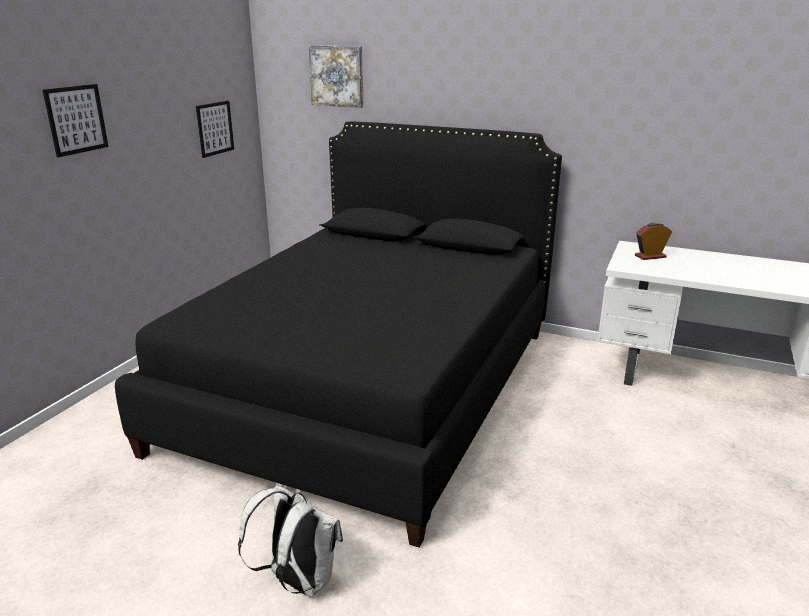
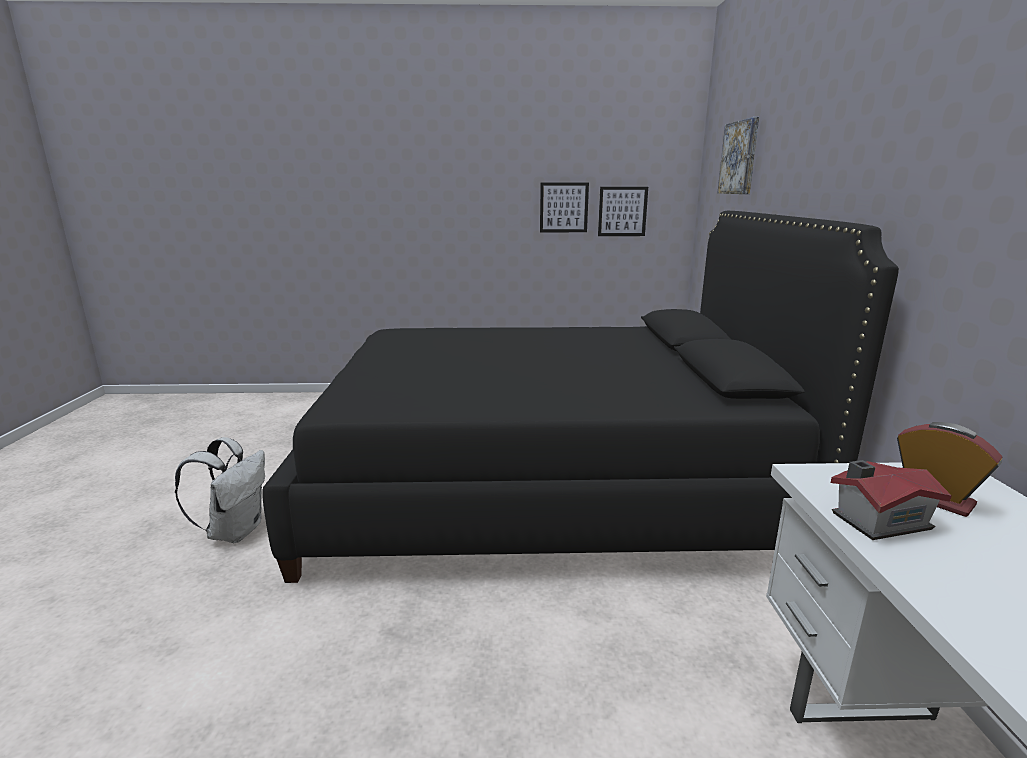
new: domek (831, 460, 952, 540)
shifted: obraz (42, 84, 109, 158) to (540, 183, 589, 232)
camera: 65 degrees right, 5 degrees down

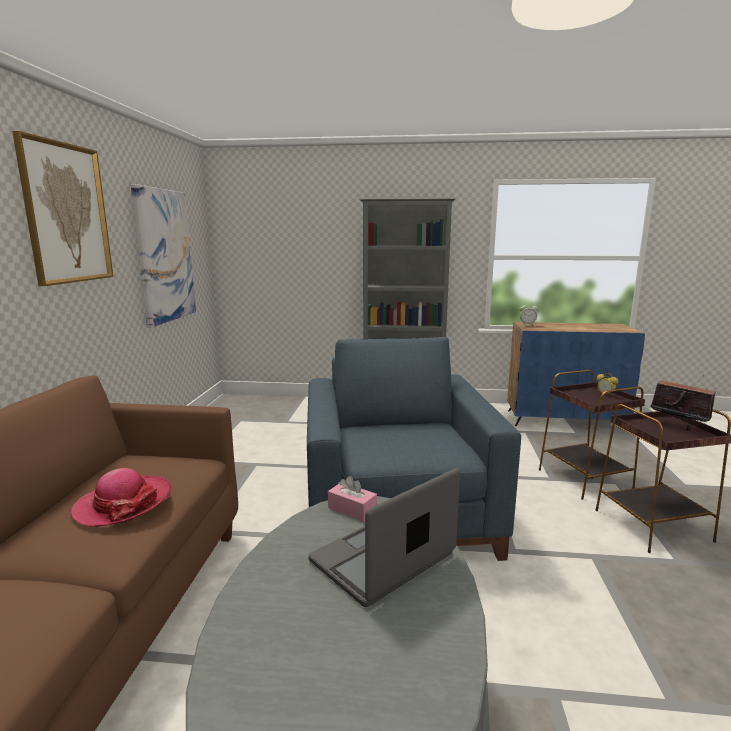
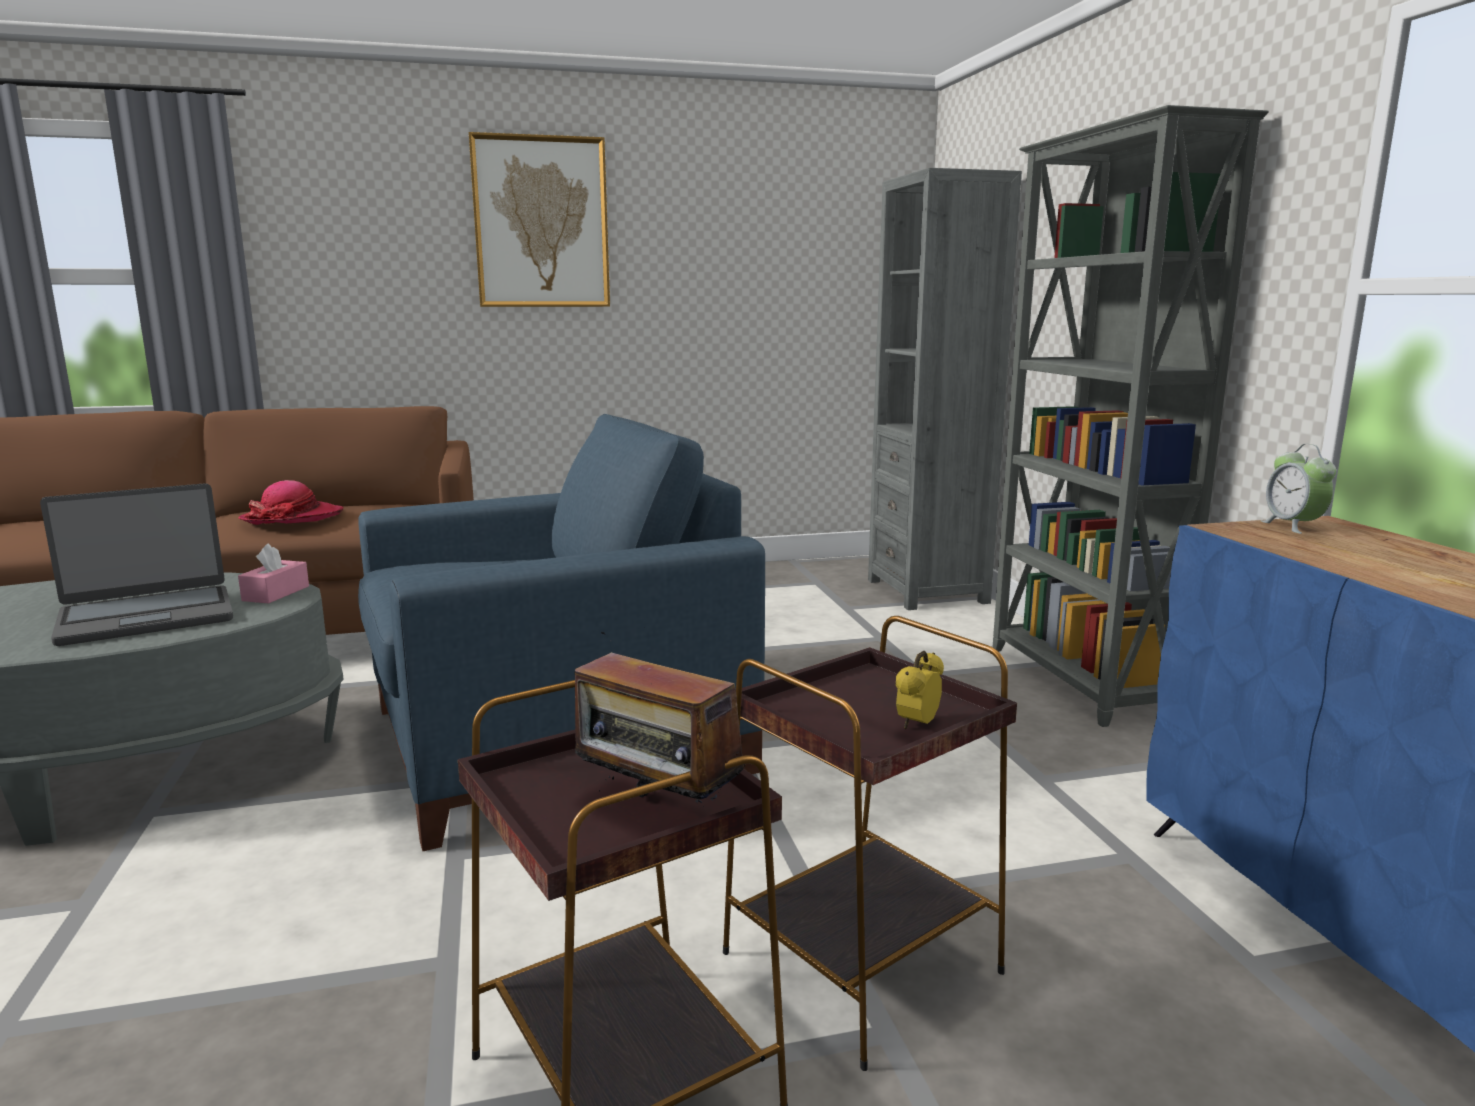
gone: obraz (131, 184, 196, 328)
new: regał [szary] (868, 168, 1022, 610)
rotated: laptop (308, 468, 460, 607) = (40, 483, 233, 646) 120 degrees clockwise; radio (651, 381, 716, 430) = (560, 632, 745, 807) 105 degrees clockwise
camera: 70 degrees right, 0 degrees up

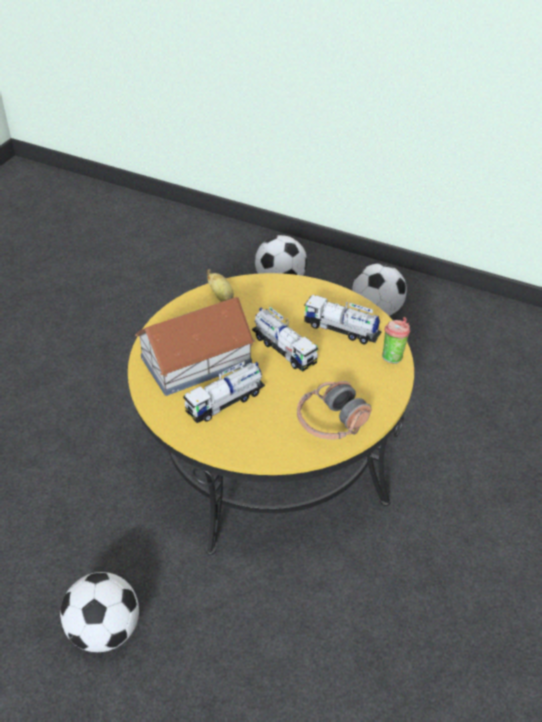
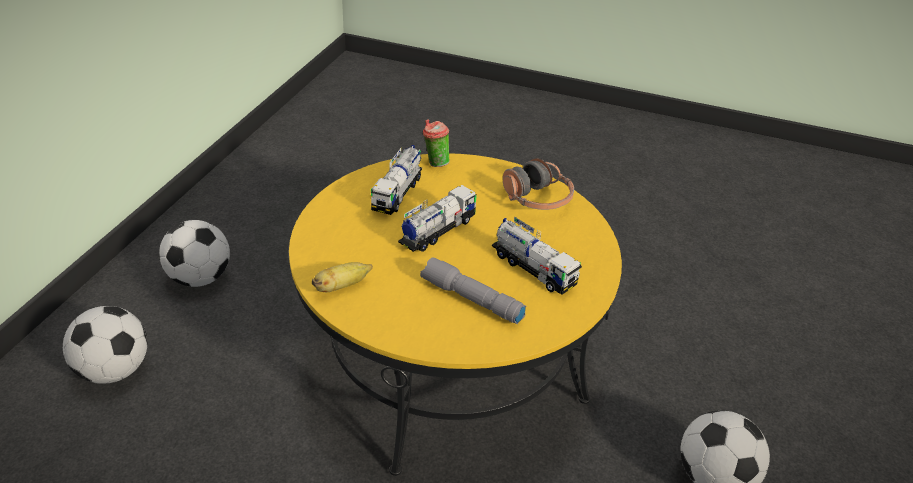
swapped: domek (135, 297, 255, 396) to latarka [szary] (420, 257, 527, 324)
camera: 100 degrees left, 5 degrees down

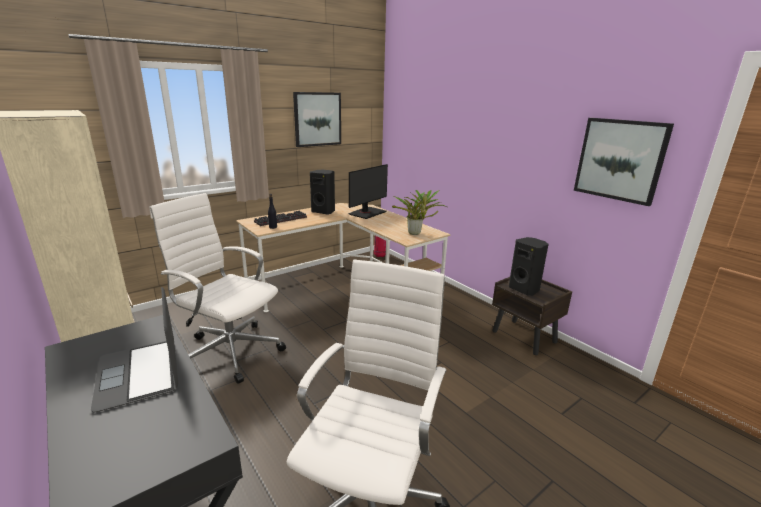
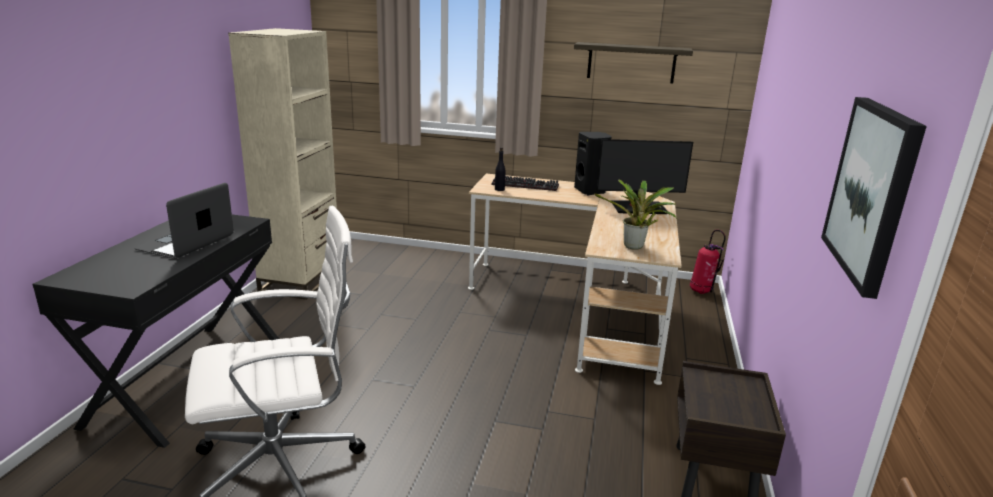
gone: krzesło biurowe [biały] (150, 193, 286, 384); głośnik [czarny] (509, 237, 549, 296)
swapped: obraz (293, 92, 341, 147) to półka (574, 42, 693, 83)
camera: 50 degrees right, 0 degrees up

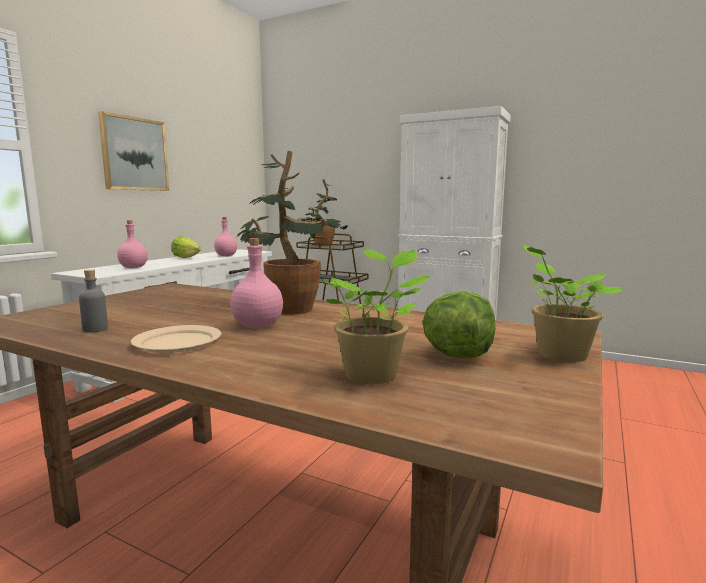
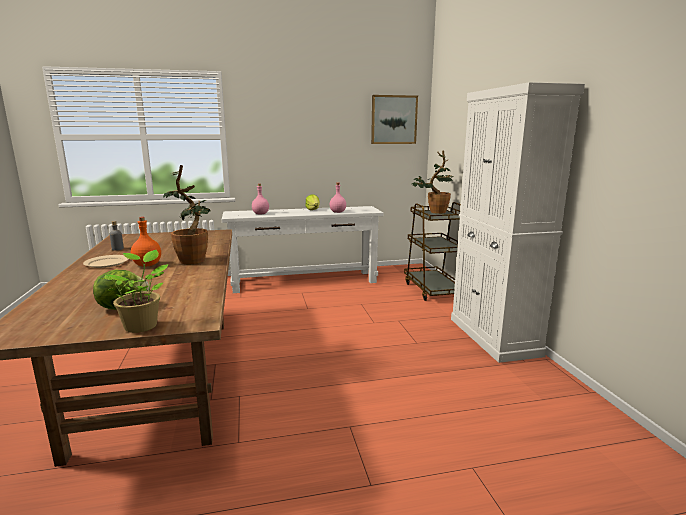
gone: roślina doniczkowa (320, 249, 430, 384)
shifted: obraz (98, 111, 169, 191) to (371, 95, 418, 144)
repainted: butelka [różowy] (230, 238, 283, 329) to butelka [pomarańczowy] (131, 217, 161, 266)
camera: 50 degrees right, 5 degrees up

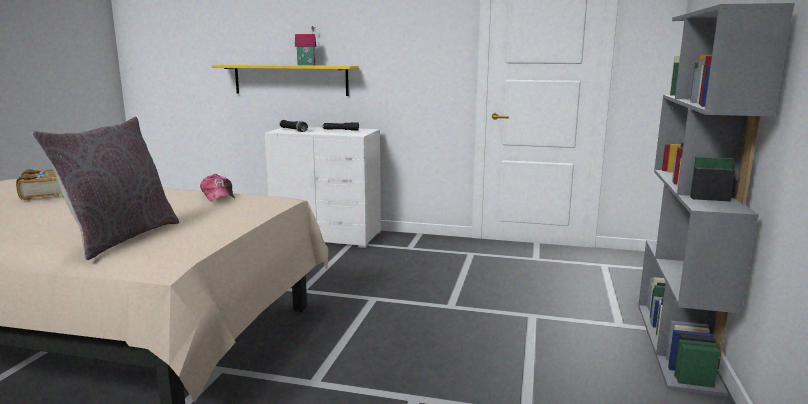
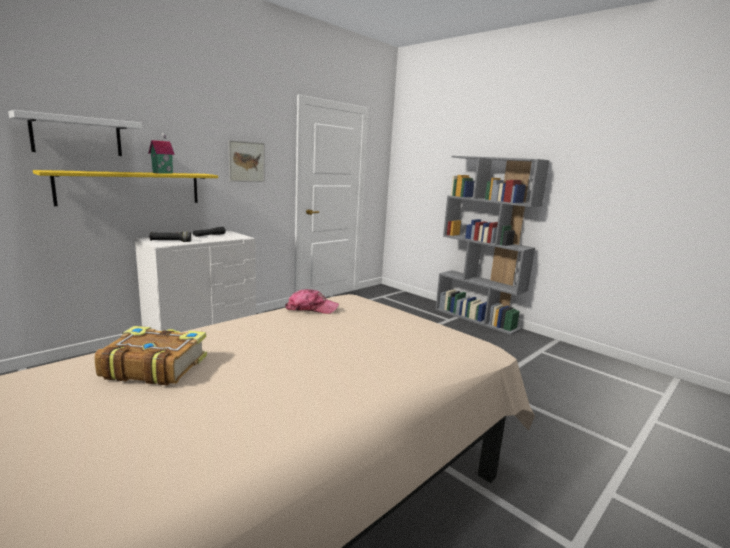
gone: poduszka [szary] (32, 117, 179, 260)
new: półka [biały] (8, 110, 142, 156); obraz (228, 140, 265, 182)
camera: 60 degrees left, 0 degrees up

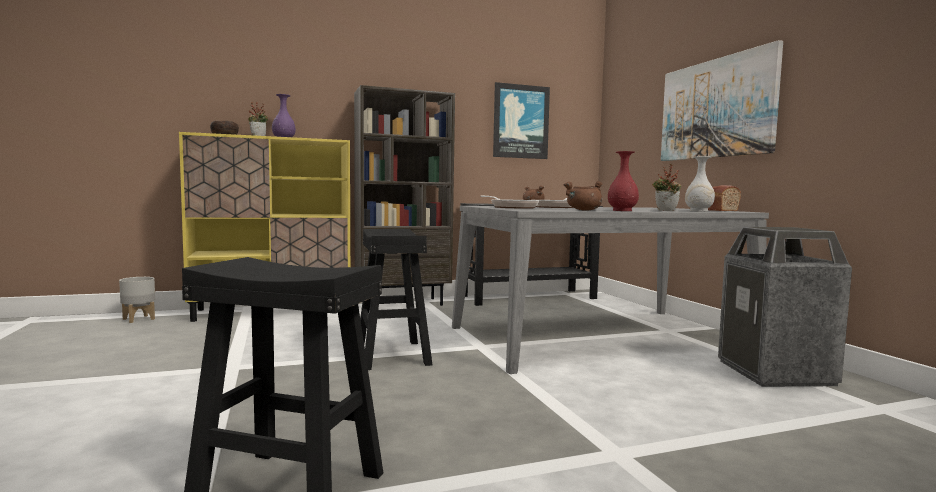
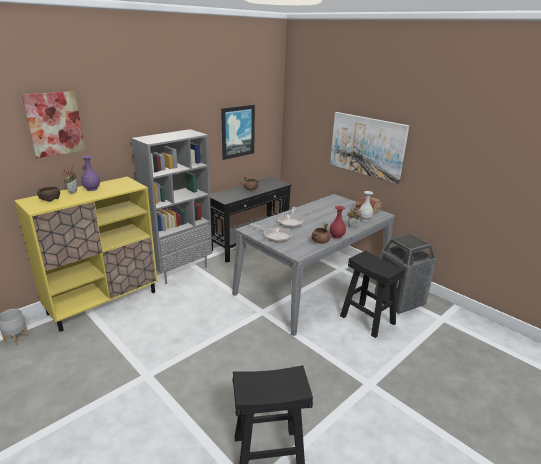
new: obraz (22, 91, 85, 158)
shifted: stołek [czarny] (360, 229, 432, 370) to (340, 251, 406, 338)
repainted: regał [brązowy] (354, 85, 455, 310) to regał [szary] (131, 129, 212, 284)
camera: 25 degrees left, 20 degrees up

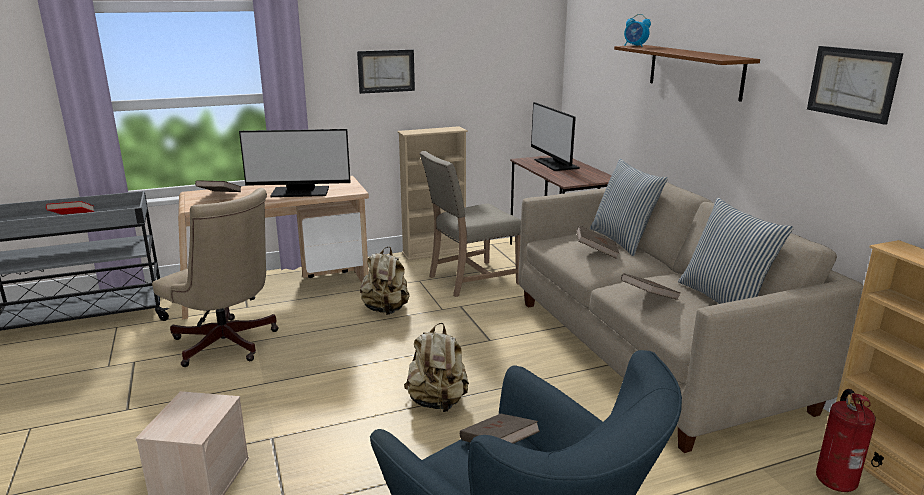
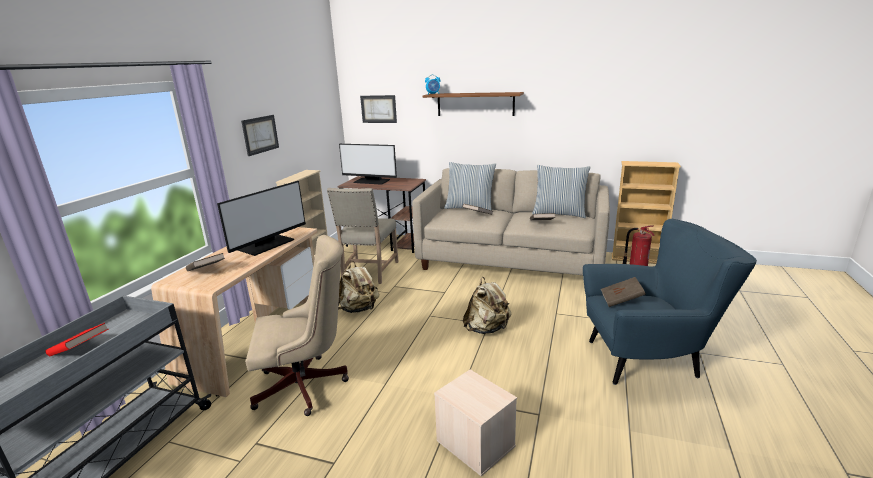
shifted: obraz (807, 46, 903, 125) to (360, 95, 397, 123)
camera: 50 degrees left, 0 degrees up

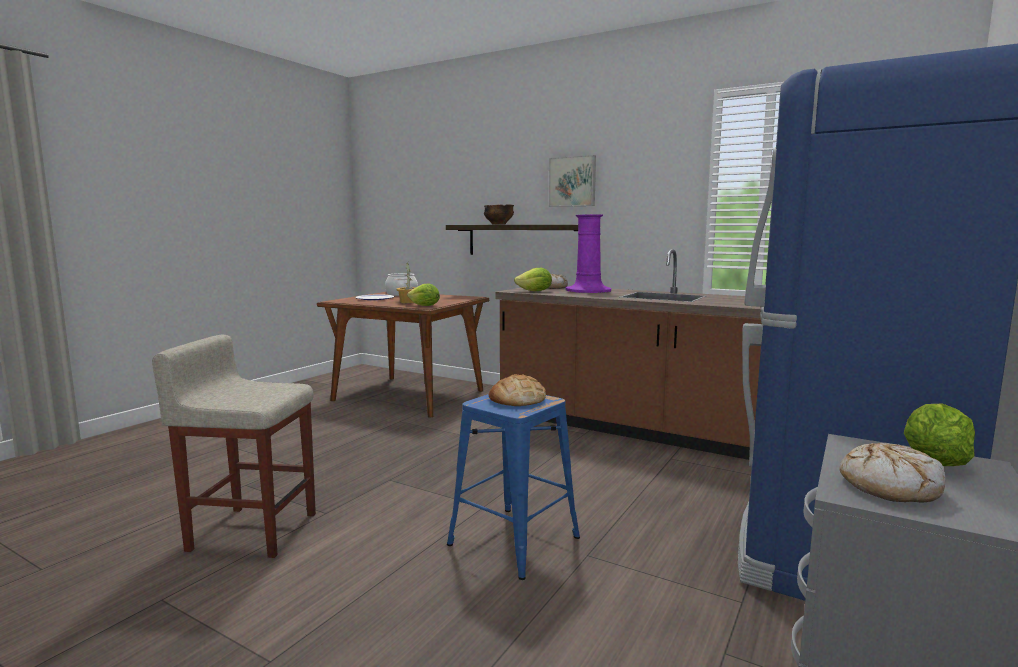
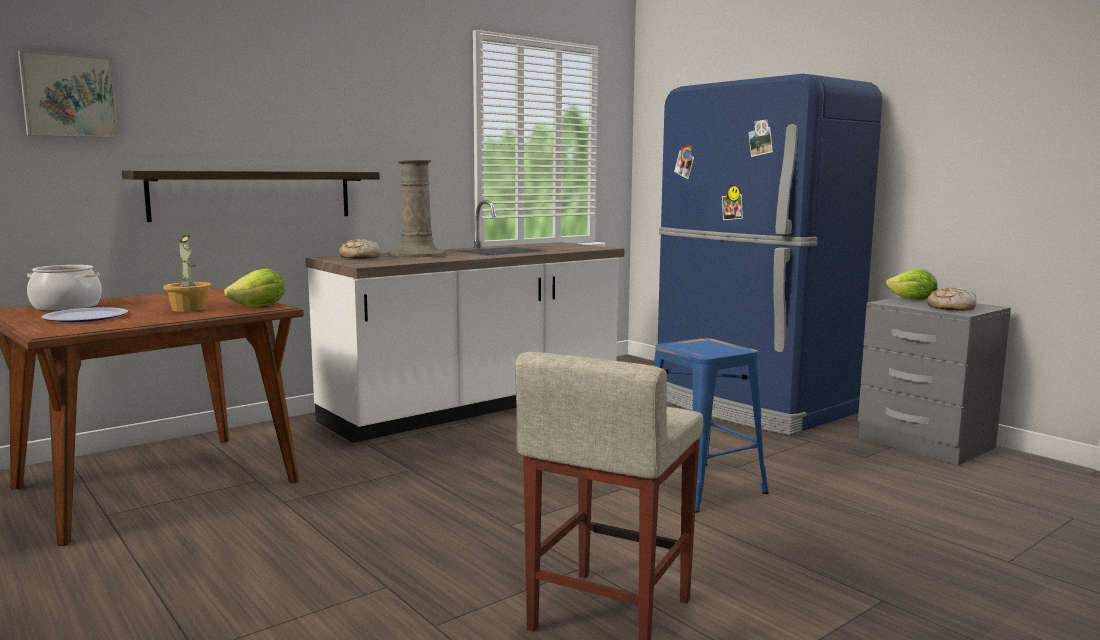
gone: miska (484, 204, 514, 225); chleb (489, 374, 546, 406); sałata (514, 268, 552, 291)
shifted: obraz (549, 155, 596, 207) to (18, 50, 119, 138)
repainted: zabudowa kuchenna [brązowy] (495, 249, 762, 460) to zabudowa kuchenna [biały] (305, 200, 624, 443); wazon [fioletowy] (566, 214, 611, 293) to wazon [beżowy] (388, 160, 446, 257)
camera: 70 degrees left, 0 degrees up

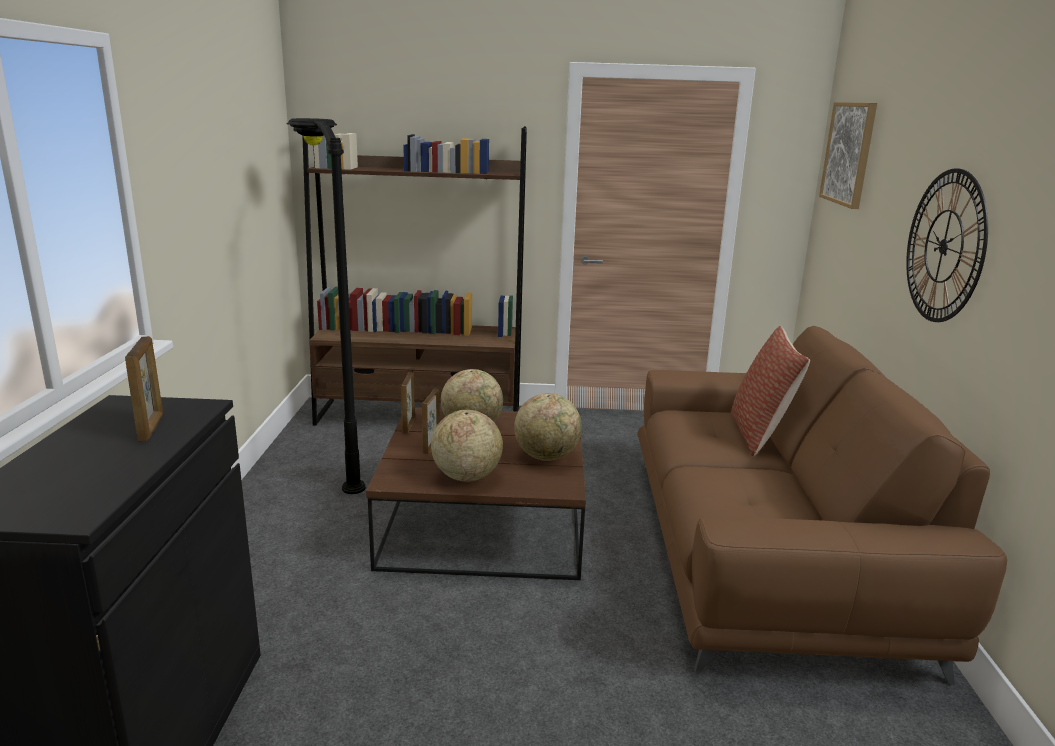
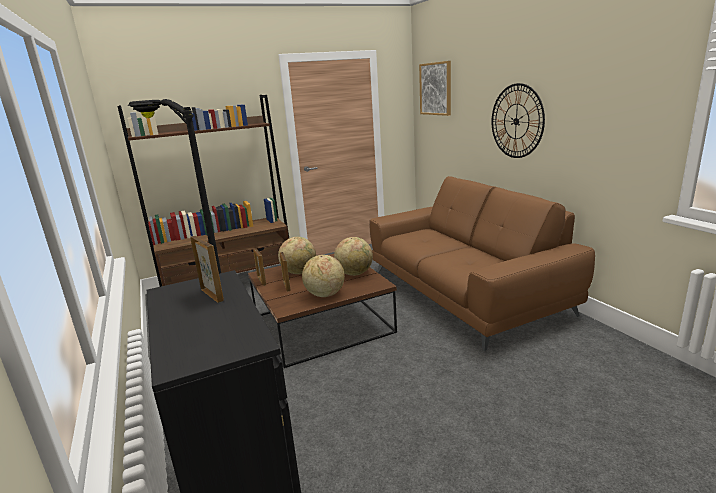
gone: poduszka (731, 326, 810, 456)
camera: 25 degrees left, 0 degrees up

